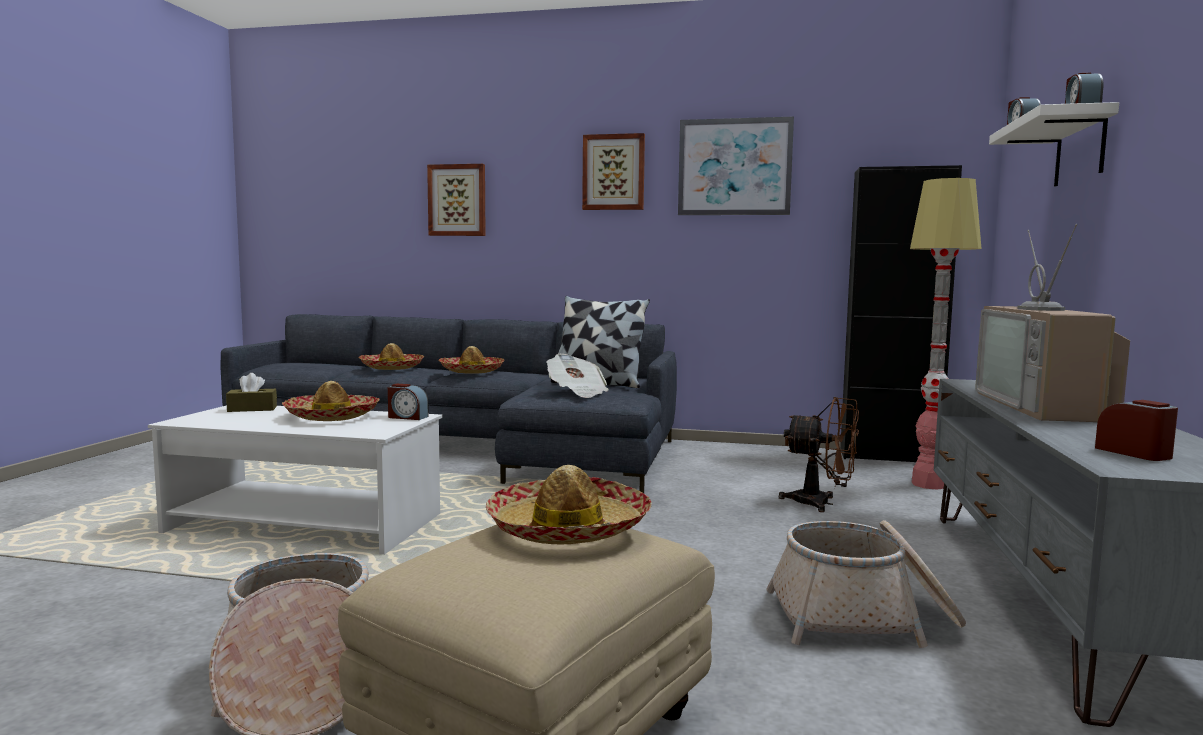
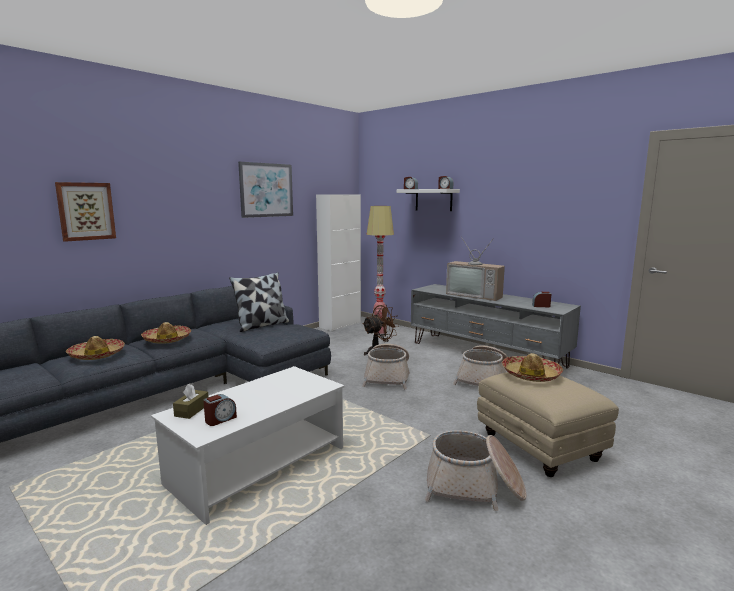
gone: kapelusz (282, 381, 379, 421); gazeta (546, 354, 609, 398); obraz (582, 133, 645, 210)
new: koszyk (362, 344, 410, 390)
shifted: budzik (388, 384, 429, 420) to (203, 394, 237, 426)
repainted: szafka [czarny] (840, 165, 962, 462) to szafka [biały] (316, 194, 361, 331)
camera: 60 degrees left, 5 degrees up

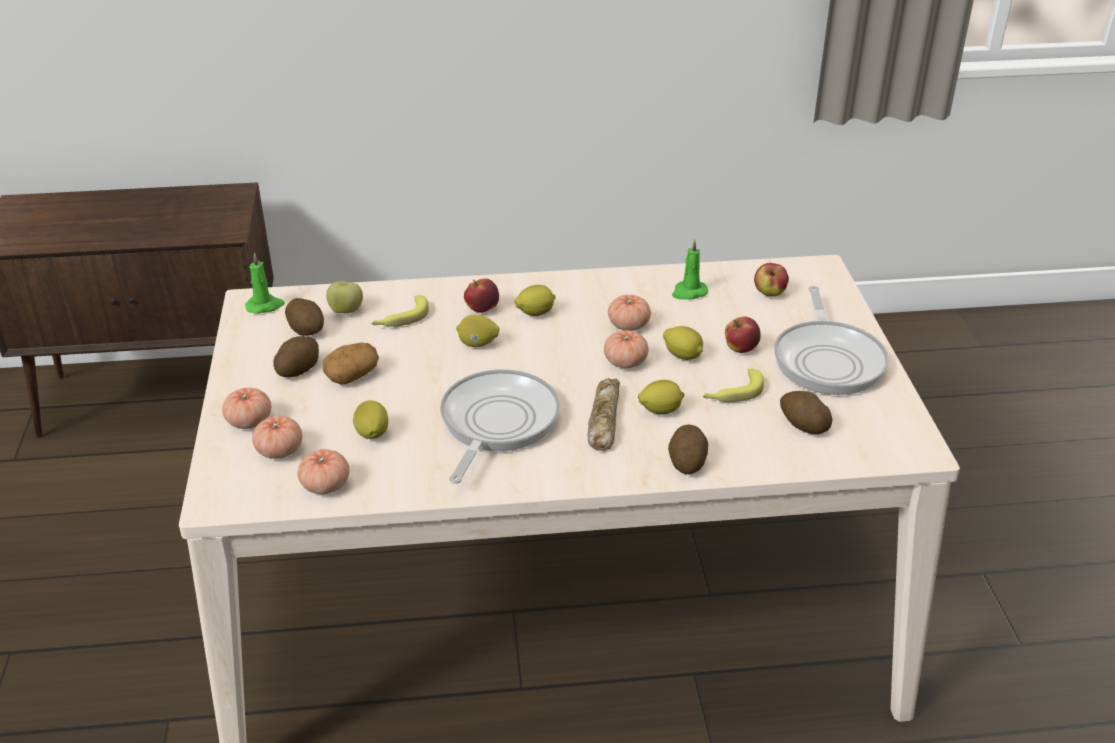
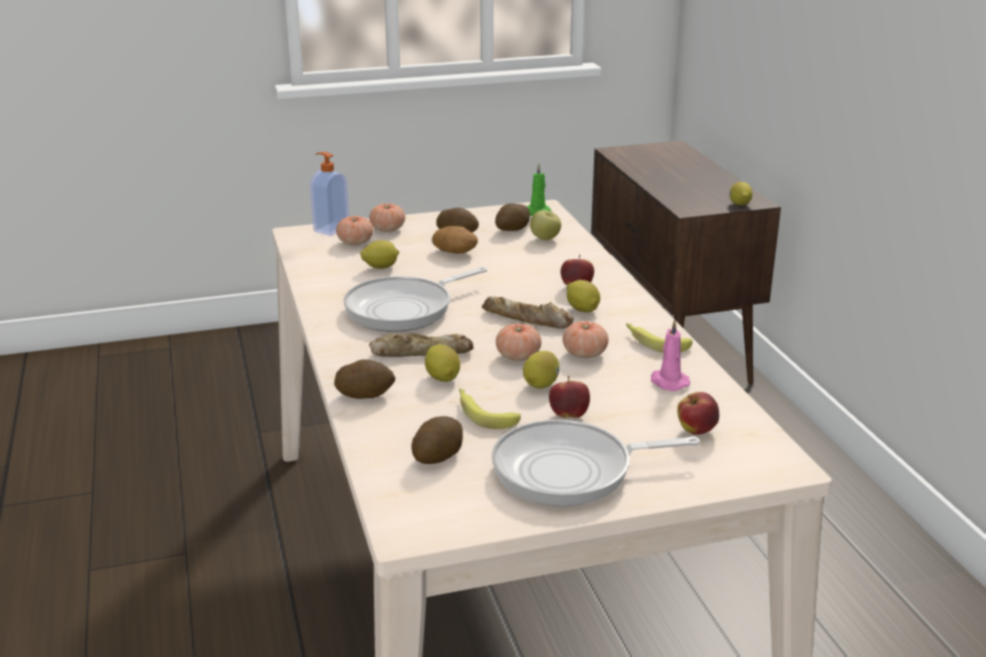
gone: pomidor (298, 449, 349, 494)
new: dozownik mydła (310, 152, 349, 236); chleb (482, 297, 574, 329)
shifted: banan (371, 295, 429, 327) to (626, 323, 693, 353); cytryna (456, 315, 500, 347) to (729, 182, 752, 205)
repainted: świeca [zielony] (672, 239, 708, 300) to świeca [różowy] (651, 319, 690, 391)
rotated: patelnia (440, 369, 560, 484) = (343, 267, 487, 332) 135 degrees clockwise
camera: 80 degrees right, 10 degrees down

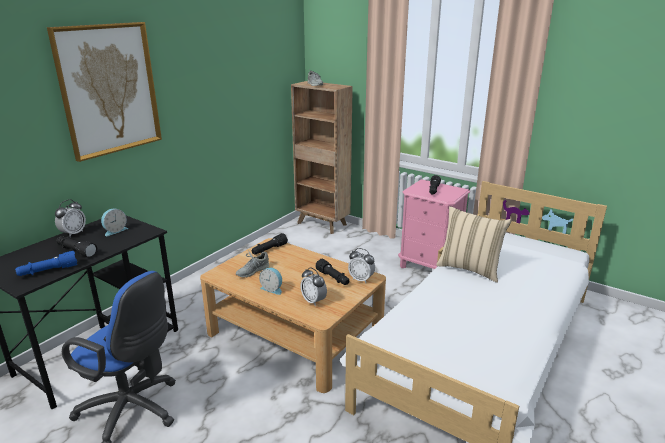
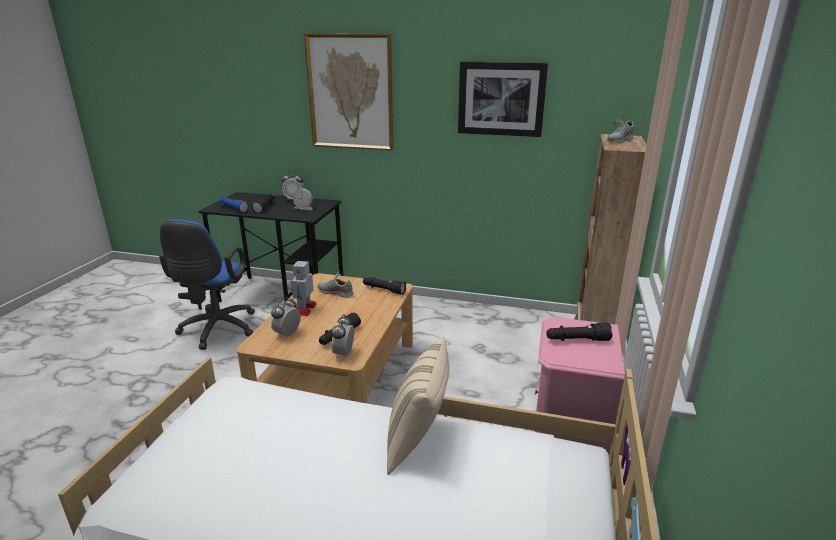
new: obraz (458, 61, 548, 137)
swapped: budzik (259, 268, 282, 295) to robot zabawkowy (291, 260, 317, 316)
camera: 70 degrees right, 0 degrees up

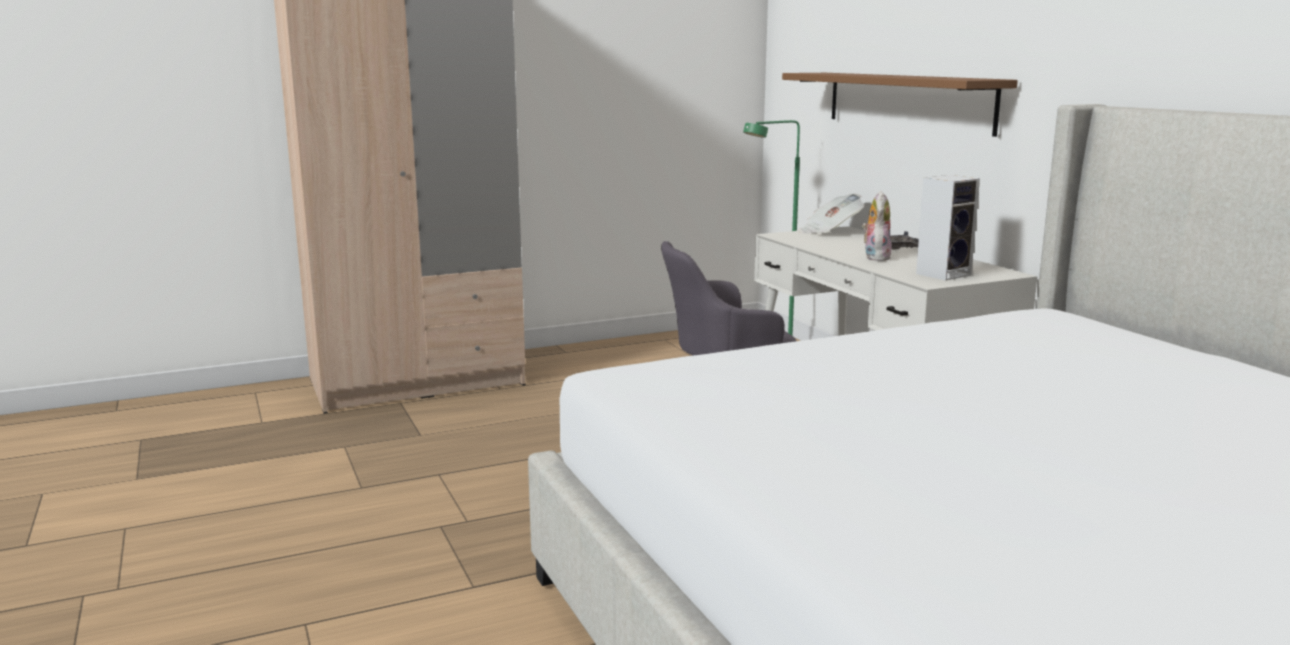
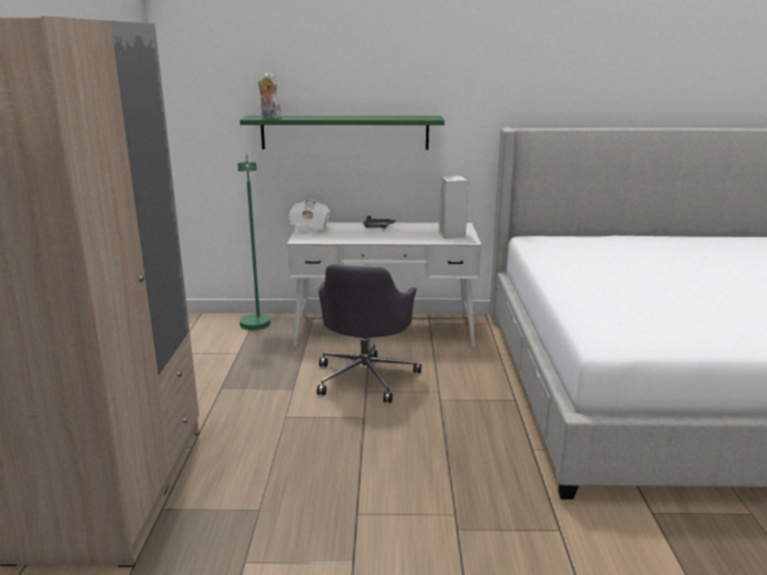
shifted: pluszak (862, 191, 892, 261) to (258, 73, 281, 119)
repainted: półka [brązowy] (782, 73, 1018, 137) to półka [zielony] (240, 116, 445, 150)
camera: 65 degrees left, 5 degrees up

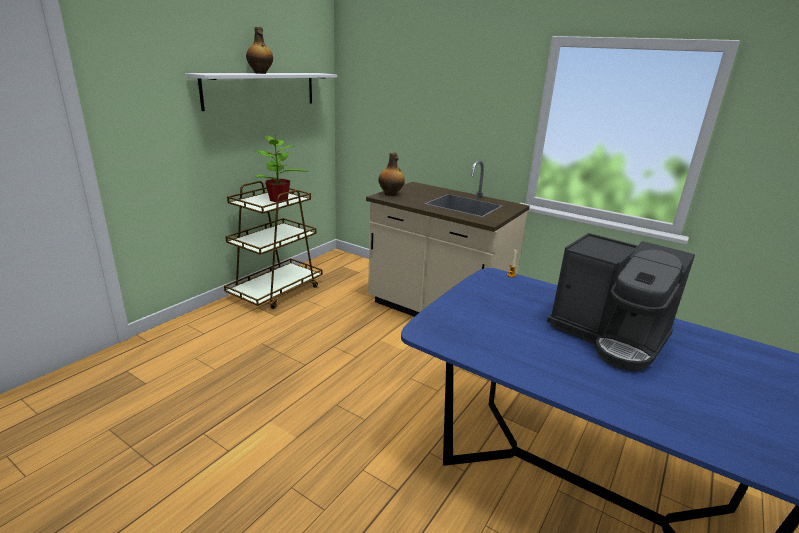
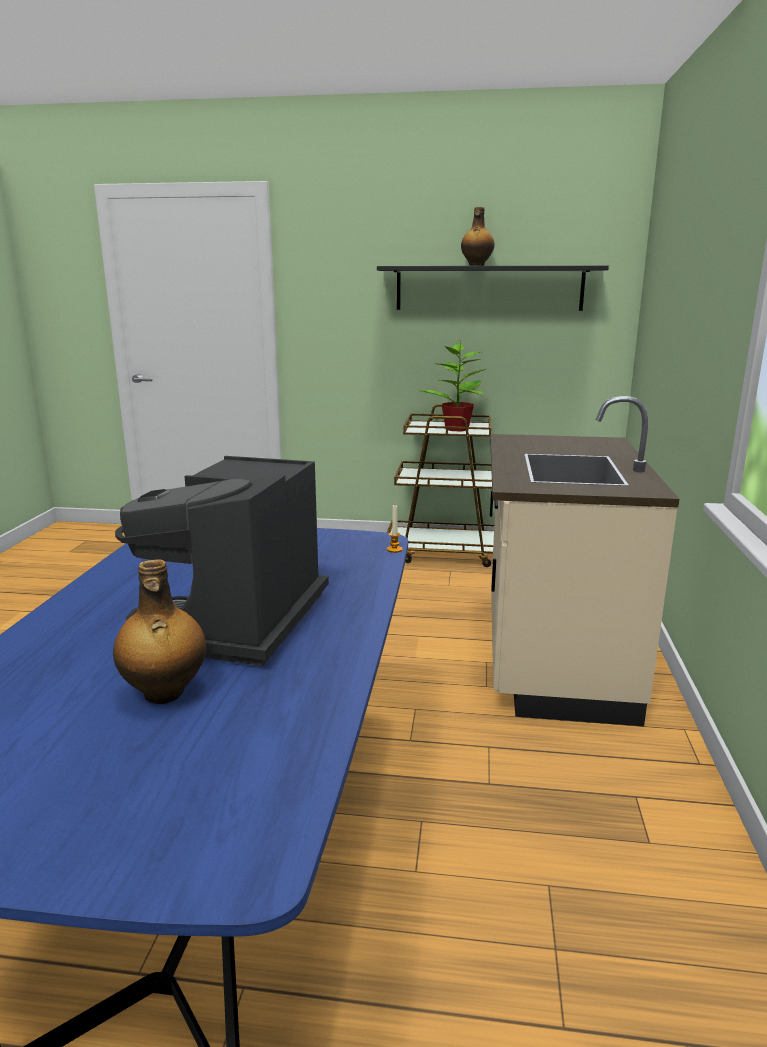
shifted: butelka (378, 152, 405, 196) to (113, 559, 206, 704)
repainted: półka [biały] (185, 73, 337, 111) to półka [czarny] (377, 265, 609, 311)
camera: 65 degrees right, 5 degrees down

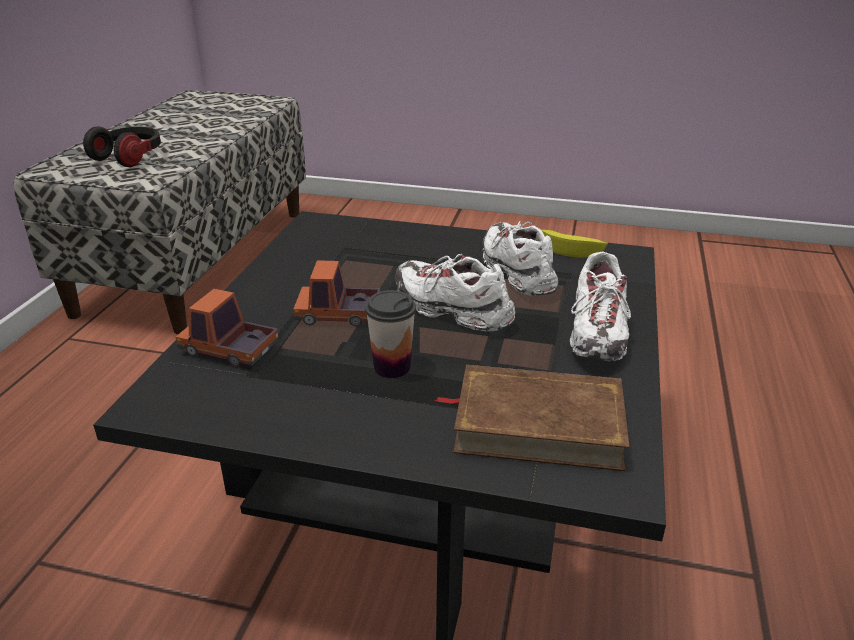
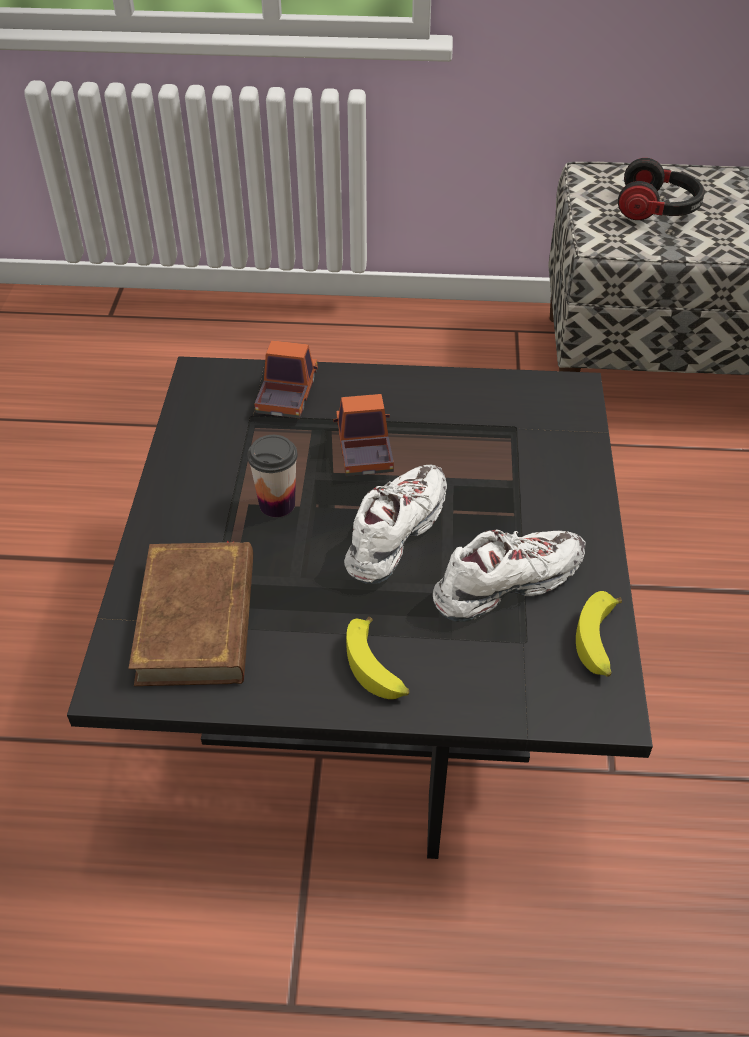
swapped: but [biały] (570, 251, 631, 361) to banan (346, 616, 409, 699)
camera: 80 degrees right, 15 degrees up

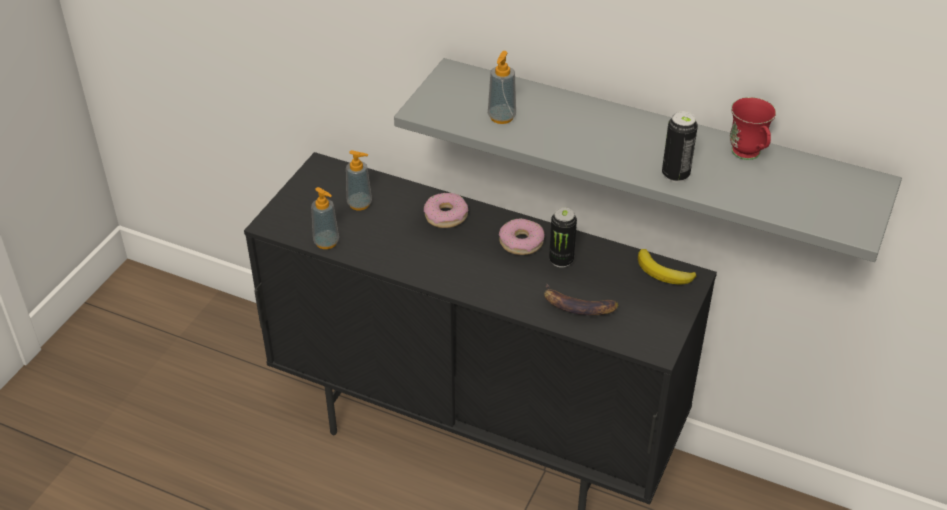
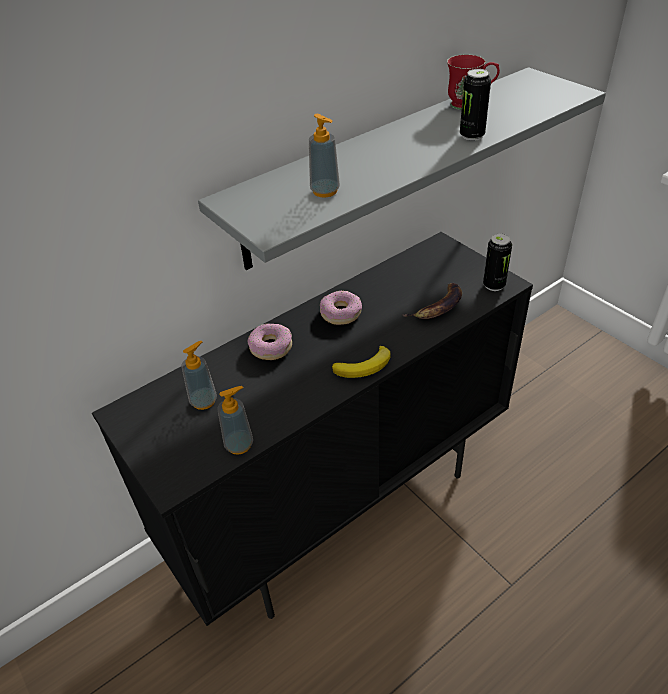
shifted: banan (638, 249, 697, 284) to (332, 346, 391, 378); puszka (549, 207, 577, 268) to (483, 234, 512, 291)
camera: 60 degrees left, 0 degrees up

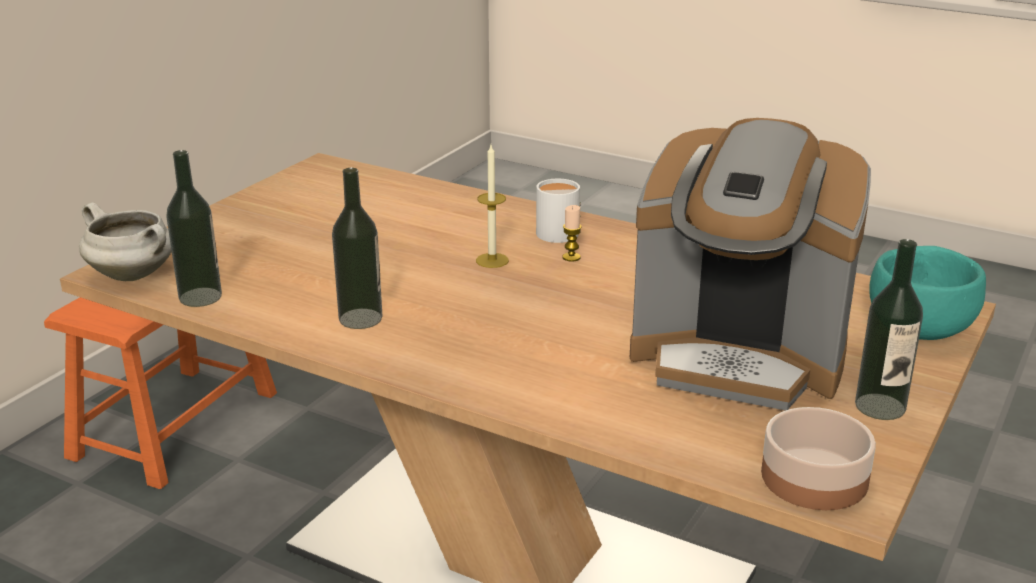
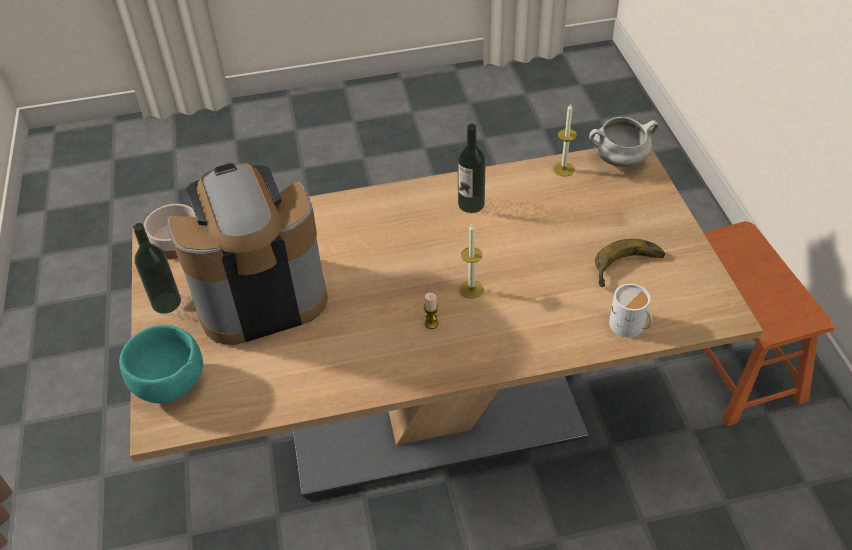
new: banan (595, 239, 665, 287)
shifted: kubek [biały] (536, 179, 581, 243) to (609, 284, 652, 337)
swapped: butelka (166, 150, 222, 307) to świeca (553, 103, 577, 176)
camera: 140 degrees right, 20 degrees up

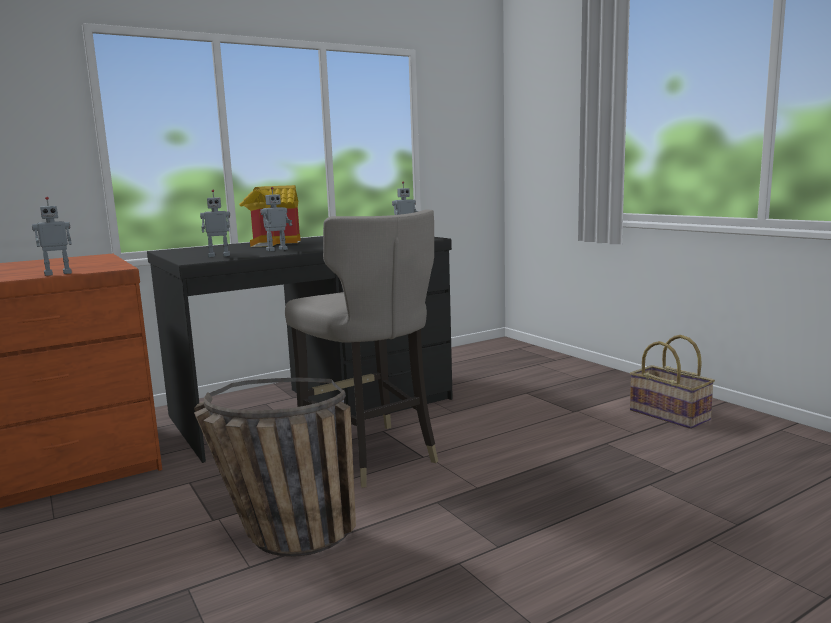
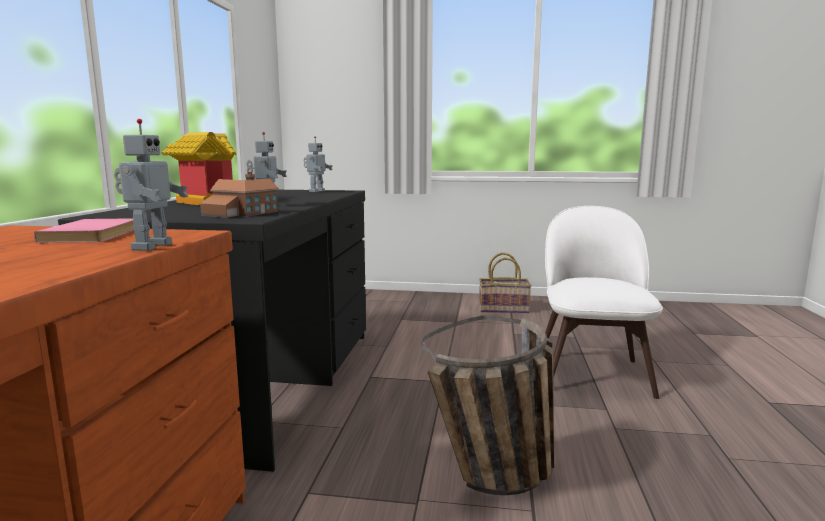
gone: stołek [szary] (285, 209, 438, 488)
new: książka [różowy] (34, 218, 134, 243); krzesło [biały] (545, 206, 663, 399)
swapped: robot zabawkowy (200, 190, 230, 257) to domek (200, 172, 279, 218)
camera: 50 degrees left, 0 degrees up

